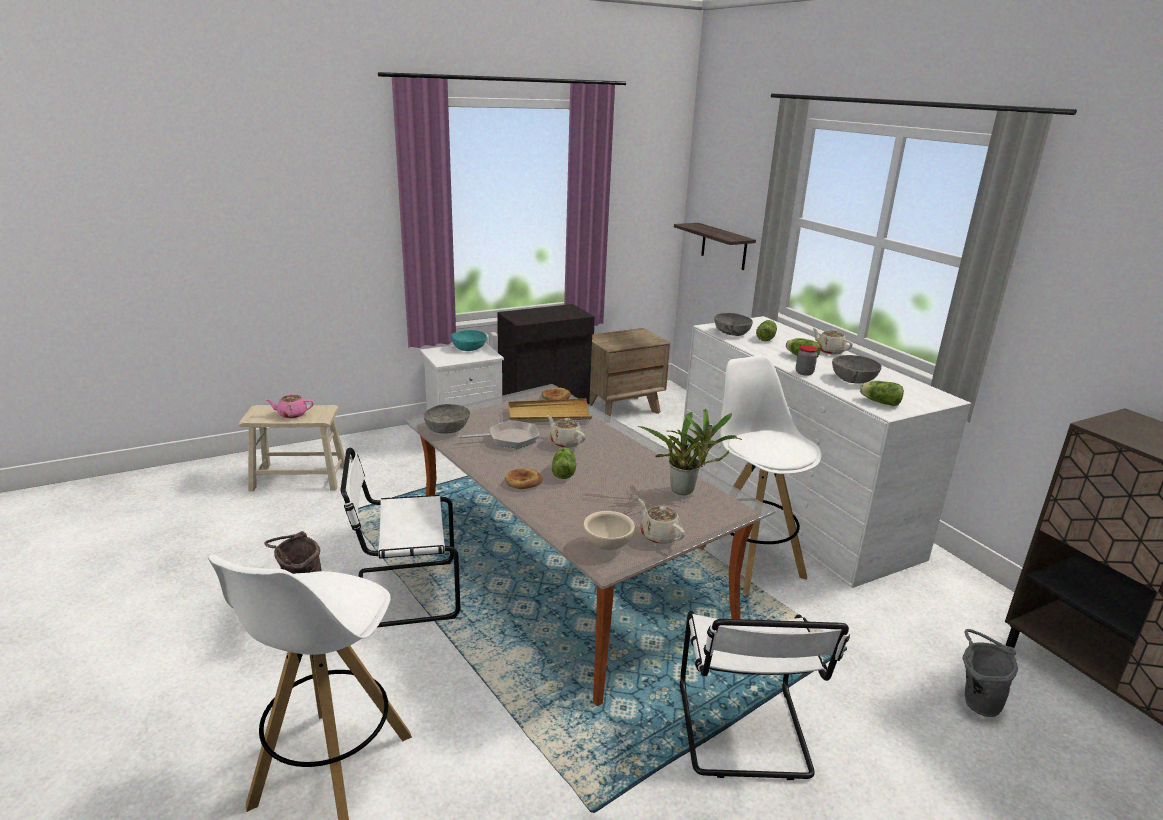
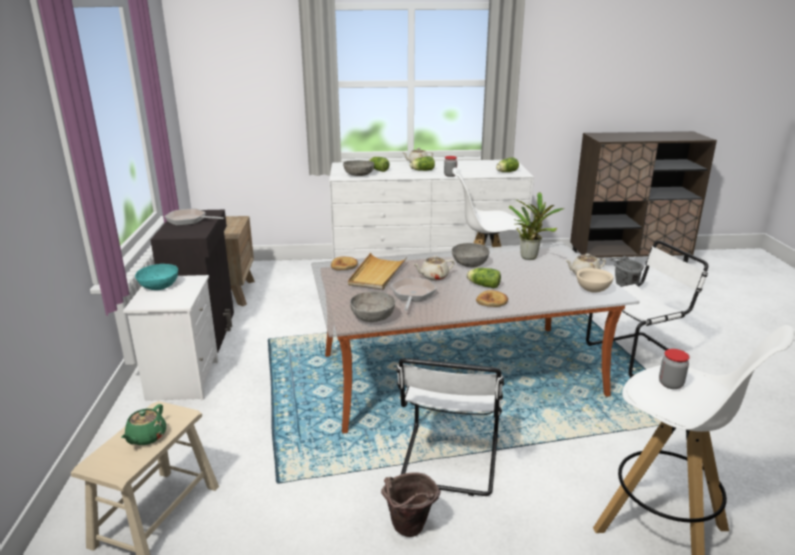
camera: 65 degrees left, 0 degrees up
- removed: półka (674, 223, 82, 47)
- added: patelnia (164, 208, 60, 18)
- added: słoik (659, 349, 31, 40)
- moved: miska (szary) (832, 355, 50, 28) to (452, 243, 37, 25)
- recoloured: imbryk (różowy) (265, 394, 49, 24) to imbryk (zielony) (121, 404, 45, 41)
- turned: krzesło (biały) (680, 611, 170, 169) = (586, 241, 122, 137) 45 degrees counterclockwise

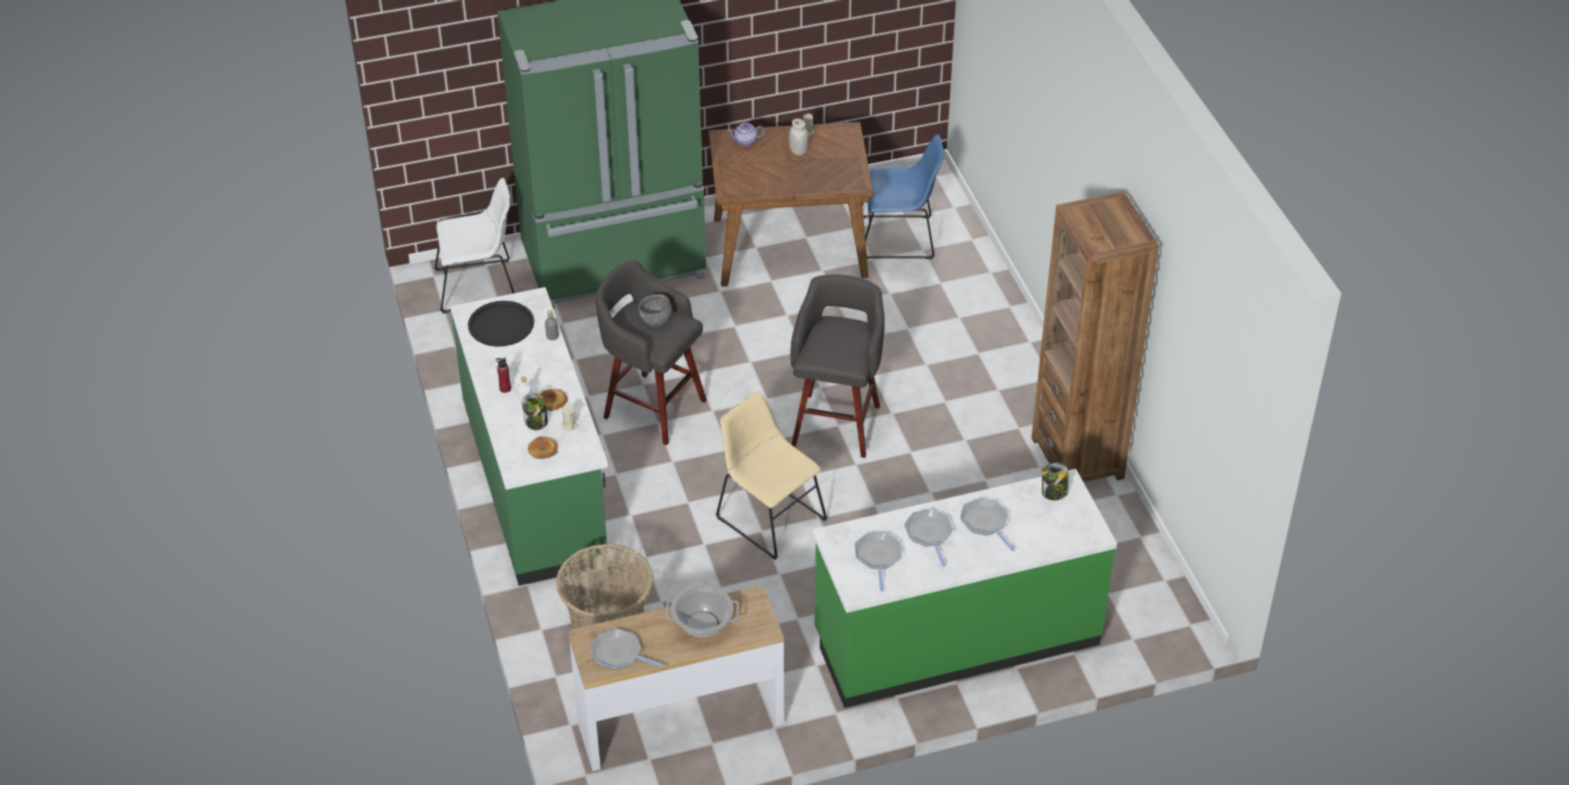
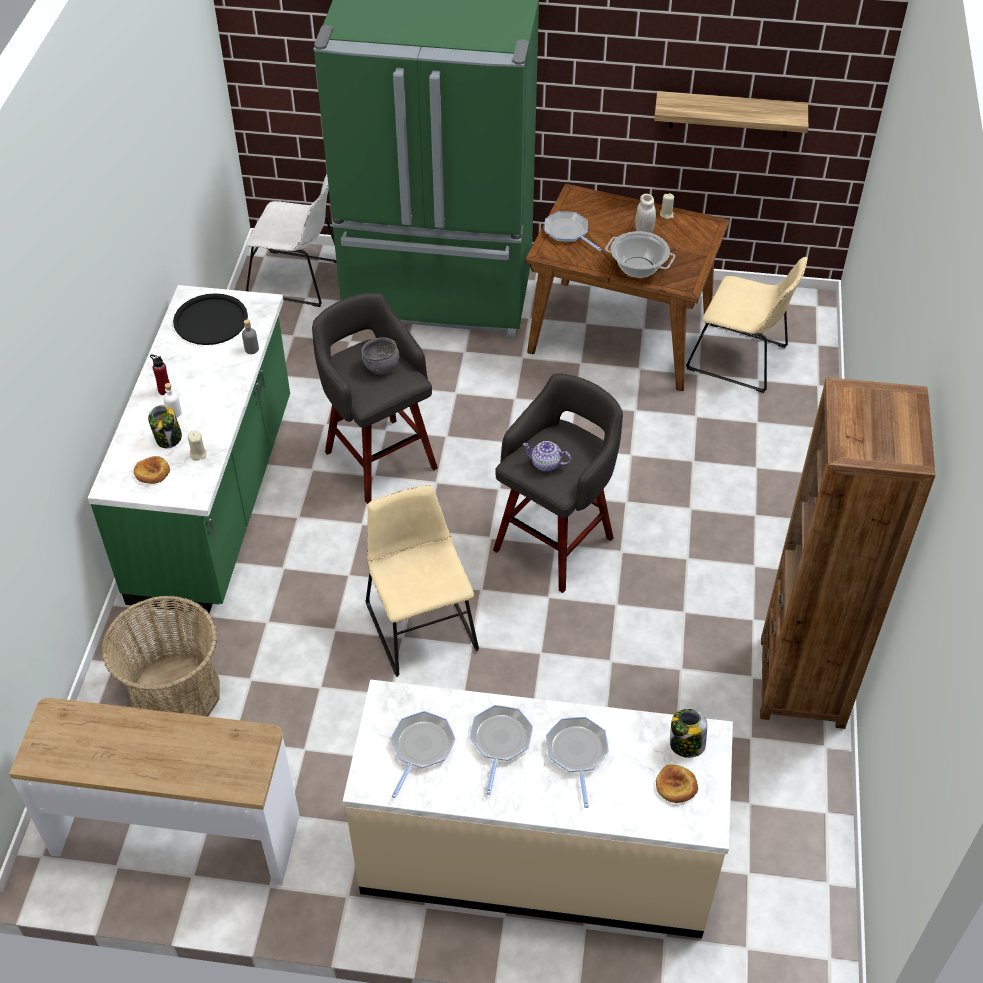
camera: 25 degrees right, 5 degrees up
- added: półka (654, 91, 154, 46)
- moved: chleb (540, 389, 28, 22) to (656, 764, 42, 39)
- moved: patelnia (590, 628, 76, 42) to (544, 211, 58, 40)
- moved: garnek (665, 585, 74, 52) to (605, 231, 70, 47)
- moved: imbryk (727, 123, 38, 23) to (523, 441, 48, 31)
- recoloured: zabudowa kuchenna (zielony) (813, 469, 304, 239) to zabudowa kuchenna (beżowy) (343, 680, 390, 258)
- recoloured: krzesło (niebieski) (862, 134, 82, 125) to krzesło (beżowy) (686, 257, 121, 136)

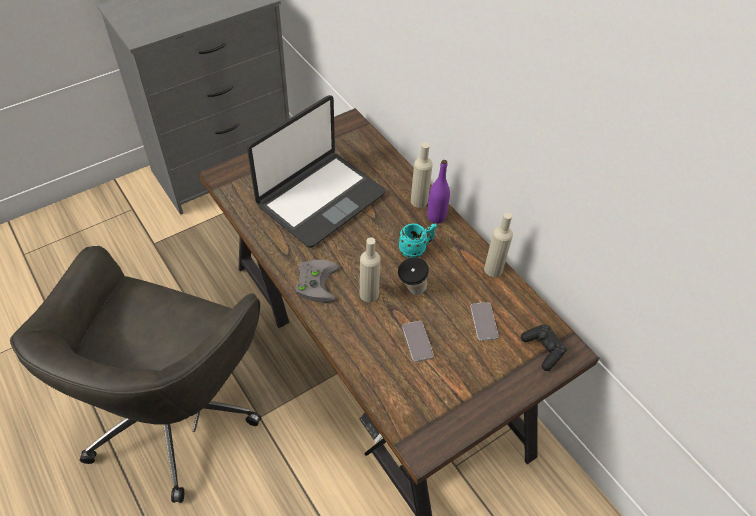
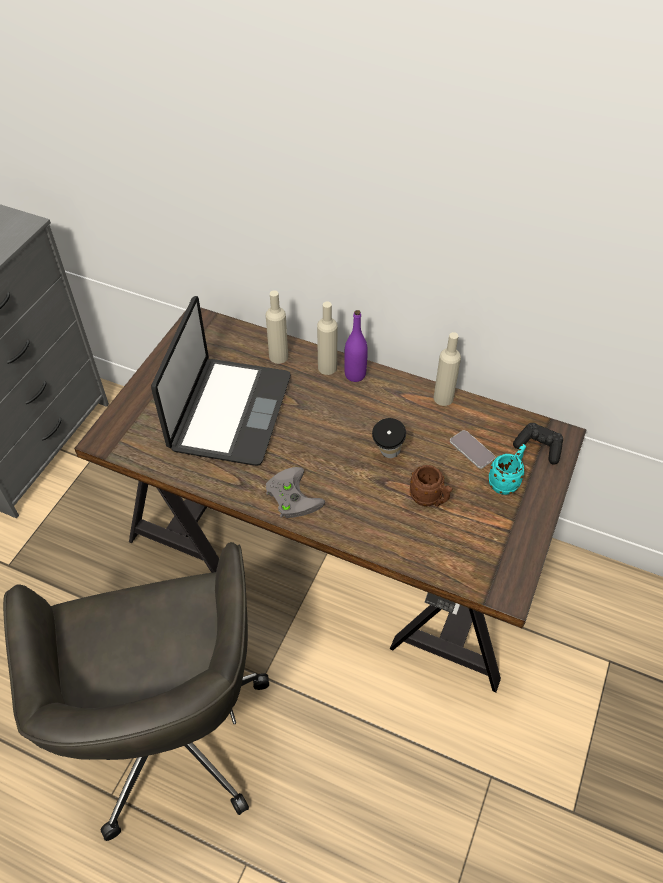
camera: 30 degrees left, 0 degrees up
- moved: butelka (beżowy) (360, 237, 21, 65) to (265, 290, 23, 74)
- moved: kubek (turkusowy) (398, 223, 39, 35) to (488, 444, 38, 51)
- replaced: telefon (402, 321, 32, 41) to kubek (brązowy) (410, 465, 42, 42)

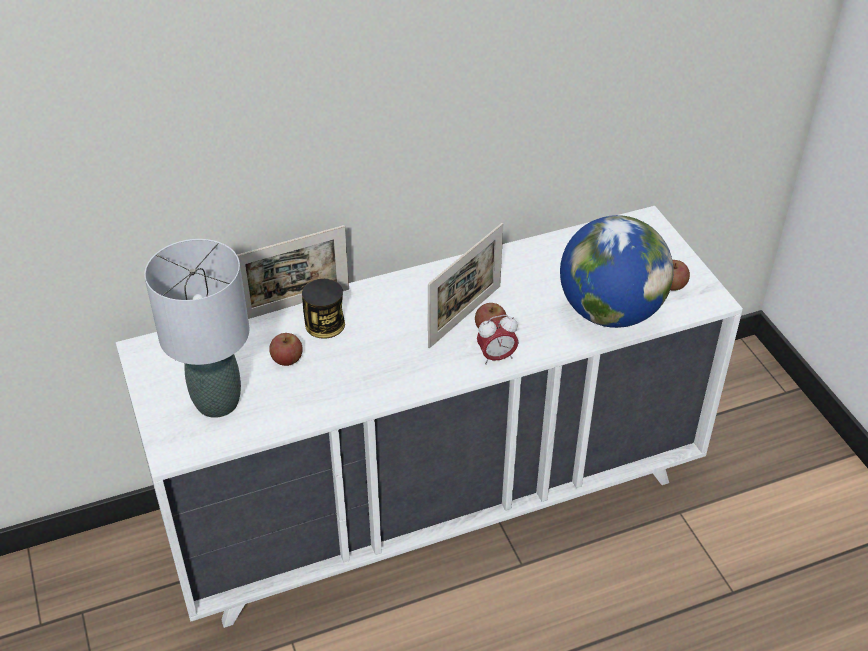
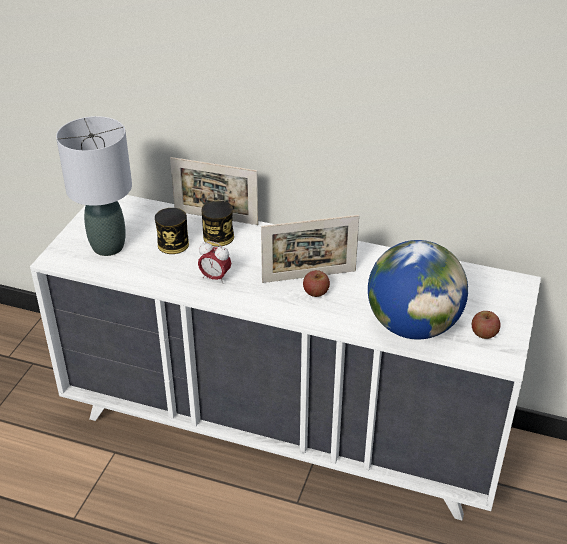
camera: 40 degrees right, 5 degrees down
- moved: budzik (477, 315, 42, 50) to (198, 241, 33, 43)
- replaced: jabłko (269, 333, 34, 33) to puszka (155, 208, 34, 46)

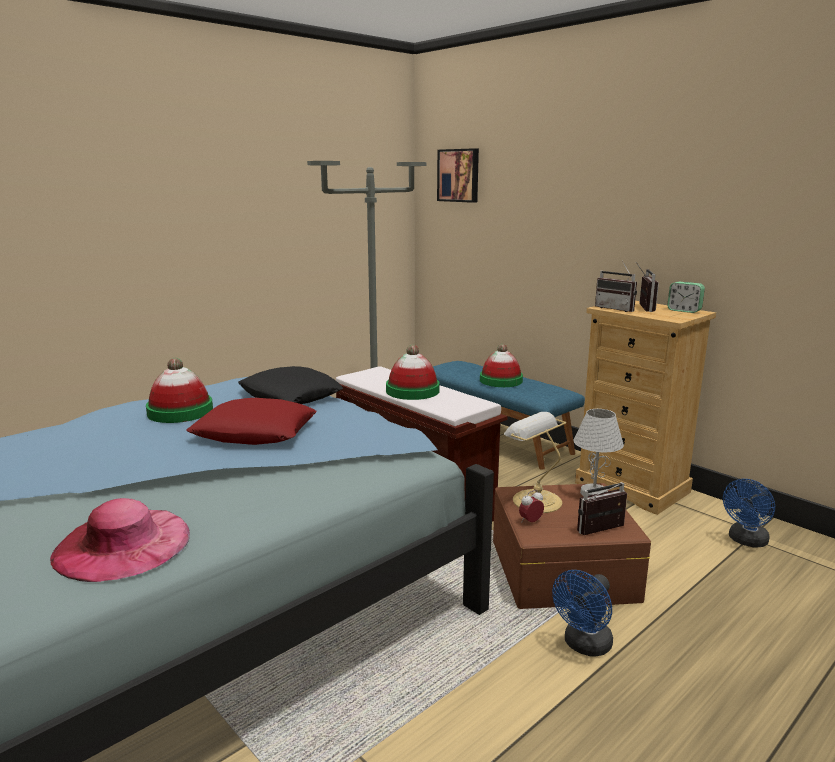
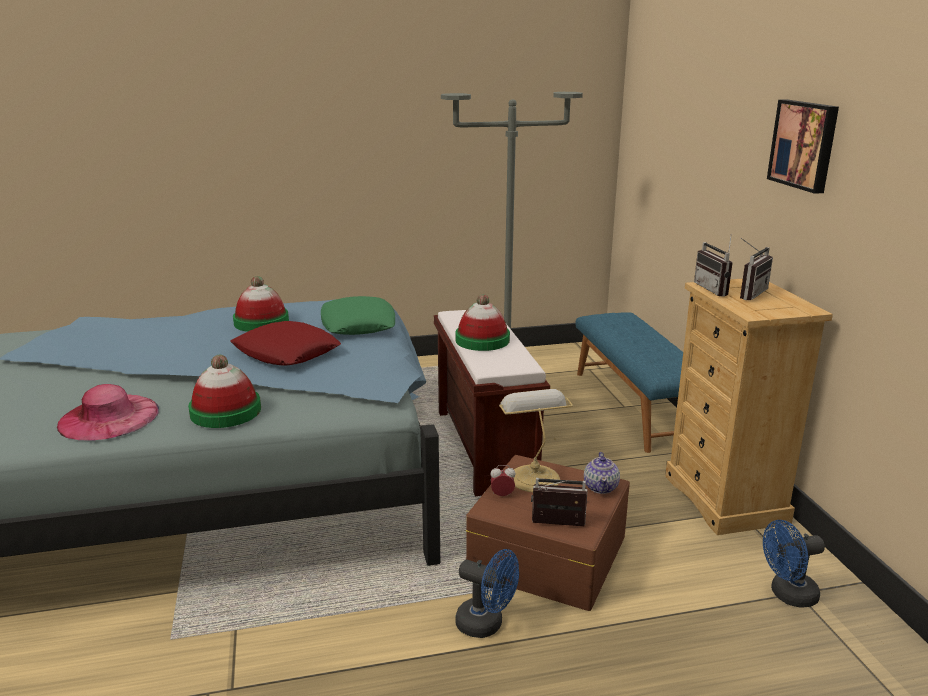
camera: 30 degrees right, 5 degrees up
- removed: budzik (667, 282, 38, 31)
- moved: obraz (437, 148, 42, 55) to (767, 99, 72, 95)
- moved: kapelusz (480, 344, 43, 43) to (188, 355, 73, 73)
- replaced: lampa stołowa (biały) (574, 409, 50, 87) to imbryk (584, 452, 36, 42)
- recoloured: poduszka (czarny) (238, 366, 105, 38) to poduszka (zielony) (321, 296, 74, 39)
- turned: wentylator (niebieski) (552, 570, 61, 87) = (455, 549, 64, 89) 135 degrees counterclockwise

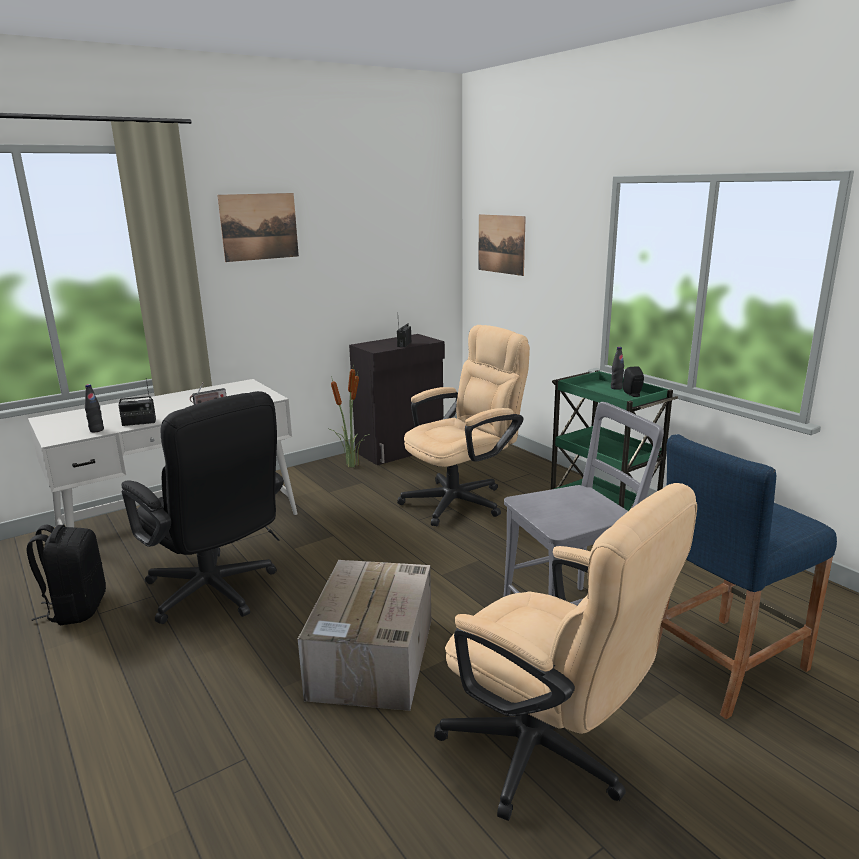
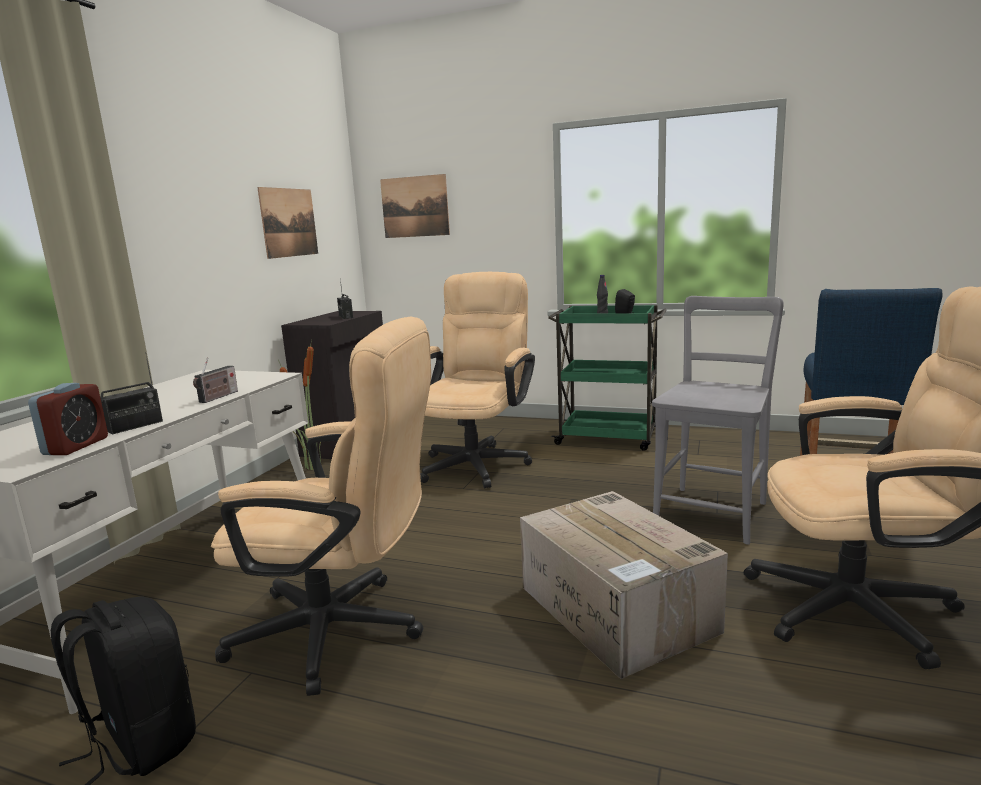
camera: 35 degrees left, 5 degrees down
- moved: obraz (217, 193, 82, 69) to (257, 187, 61, 72)
- replaced: butelka (czarny) (85, 384, 19, 48) to budzik (28, 383, 80, 72)
- recoloured: krzesło biurowe (czarny) (122, 391, 162, 233) to krzesło biurowe (beżowy) (211, 317, 220, 379)

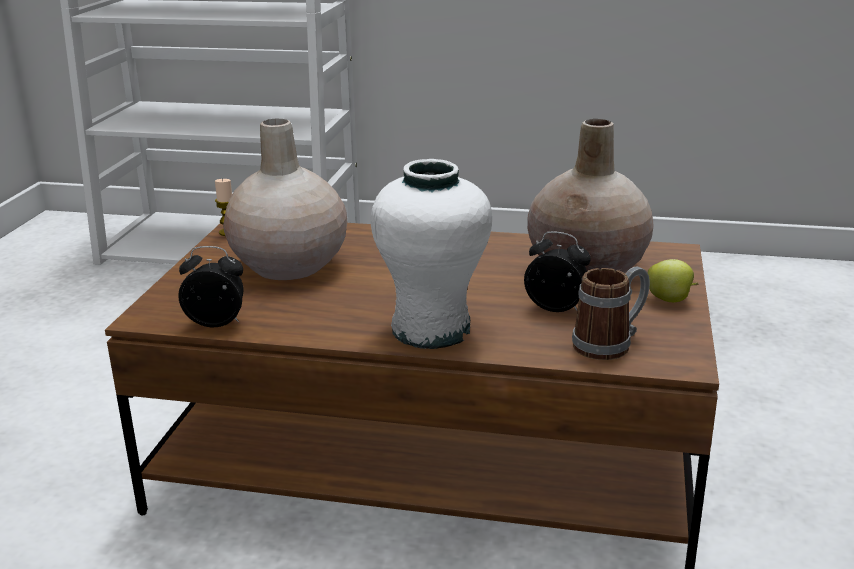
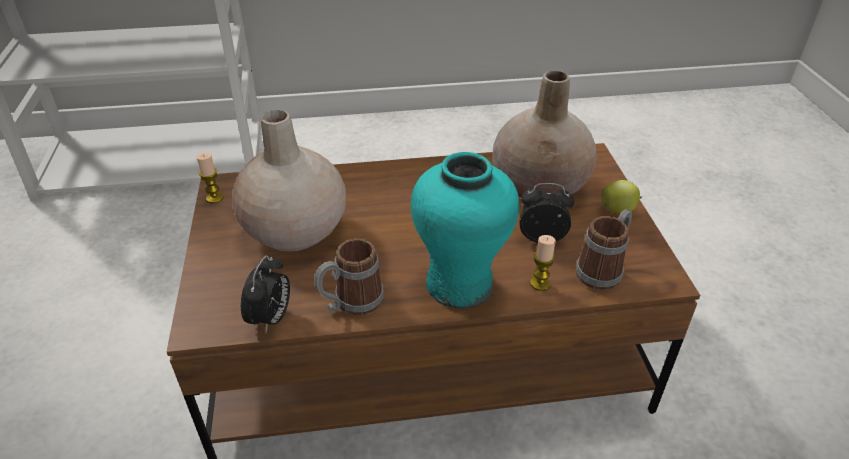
camera: 20 degrees left, 15 degrees up
- added: kubek (314, 239, 70, 76)
- added: świeca (530, 235, 26, 56)
- recoloured: wazon (biały) (371, 159, 121, 190) to wazon (turkusowy) (411, 152, 108, 157)
- turned: budzik (178, 246, 65, 81) = (241, 255, 49, 78) 120 degrees clockwise

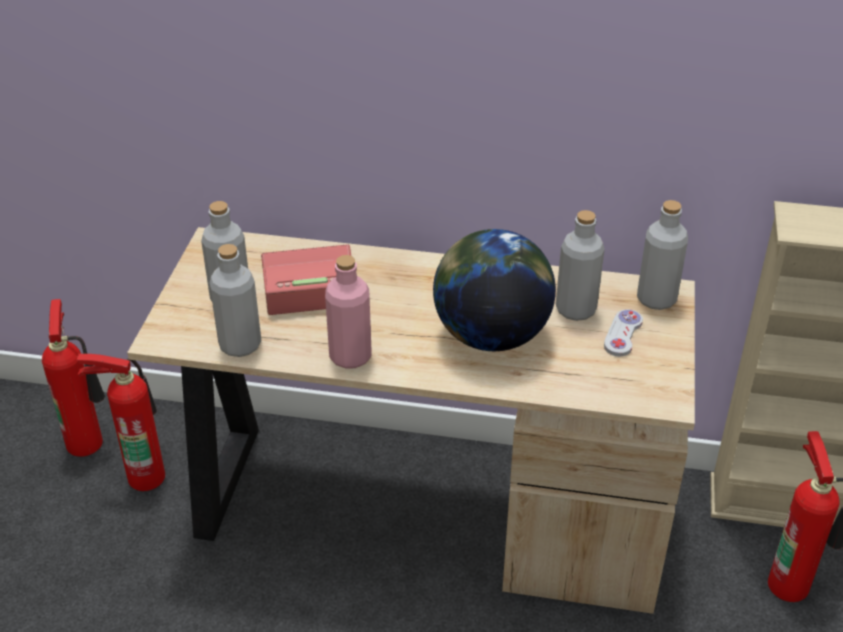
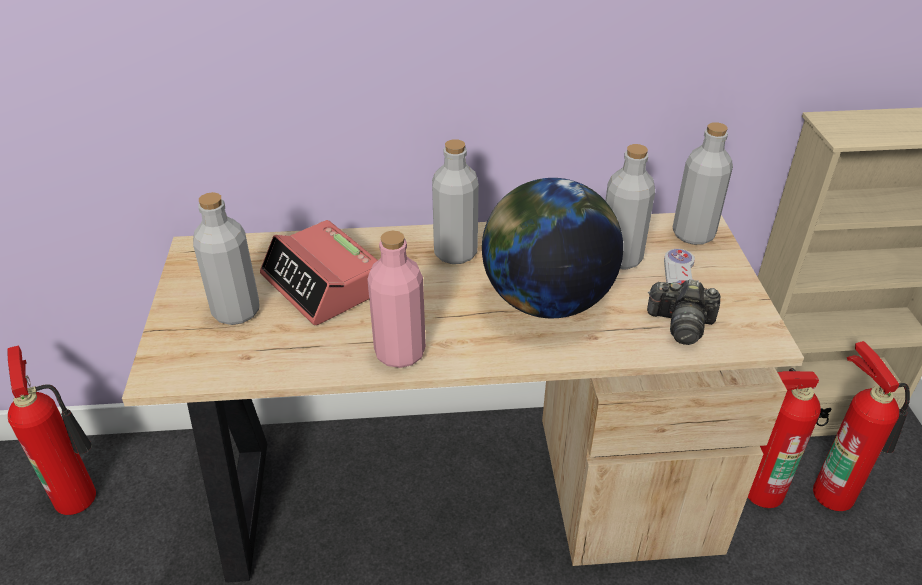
camera: 15 degrees left, 0 degrees up
- added: aparat fotograficzny (647, 279, 73, 66)
- moved: gaśnica (77, 354, 88, 137) to (747, 368, 74, 140)
- moved: butelka (szary) (209, 244, 52, 113) to (432, 139, 47, 125)
- turned: budzik (261, 244, 90, 71) = (260, 220, 118, 105) 105 degrees counterclockwise

